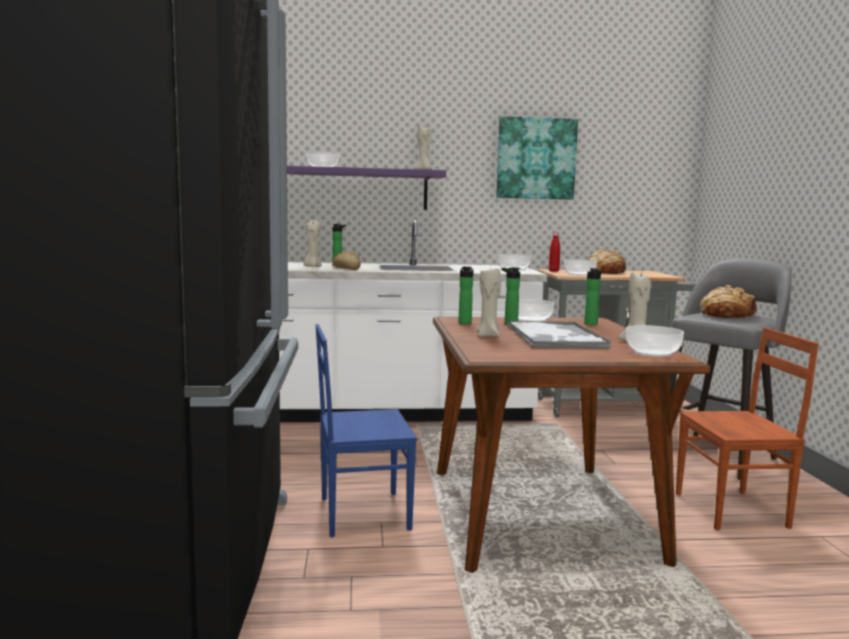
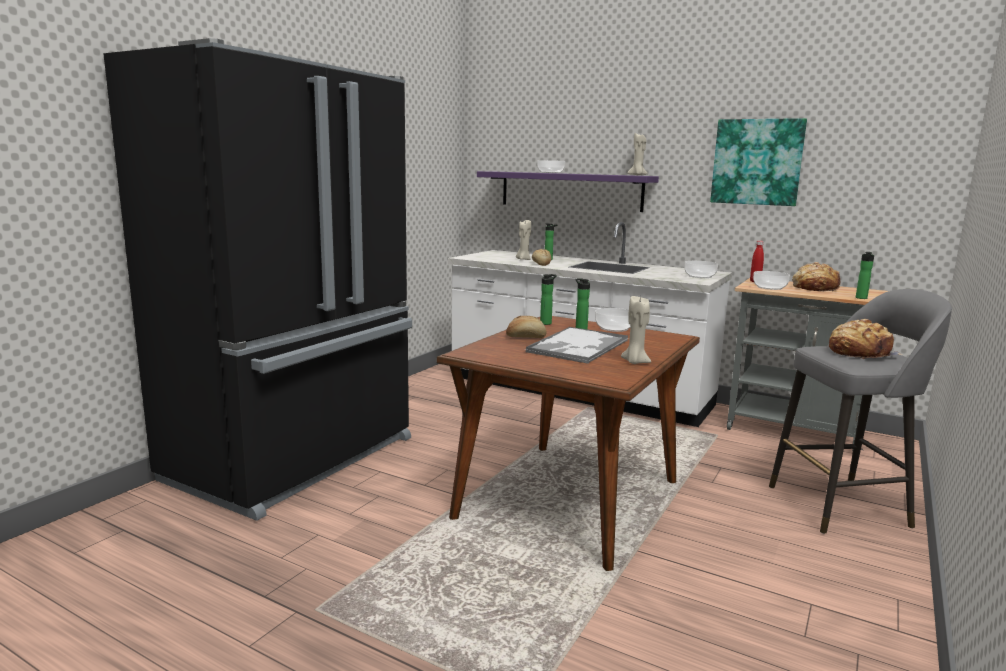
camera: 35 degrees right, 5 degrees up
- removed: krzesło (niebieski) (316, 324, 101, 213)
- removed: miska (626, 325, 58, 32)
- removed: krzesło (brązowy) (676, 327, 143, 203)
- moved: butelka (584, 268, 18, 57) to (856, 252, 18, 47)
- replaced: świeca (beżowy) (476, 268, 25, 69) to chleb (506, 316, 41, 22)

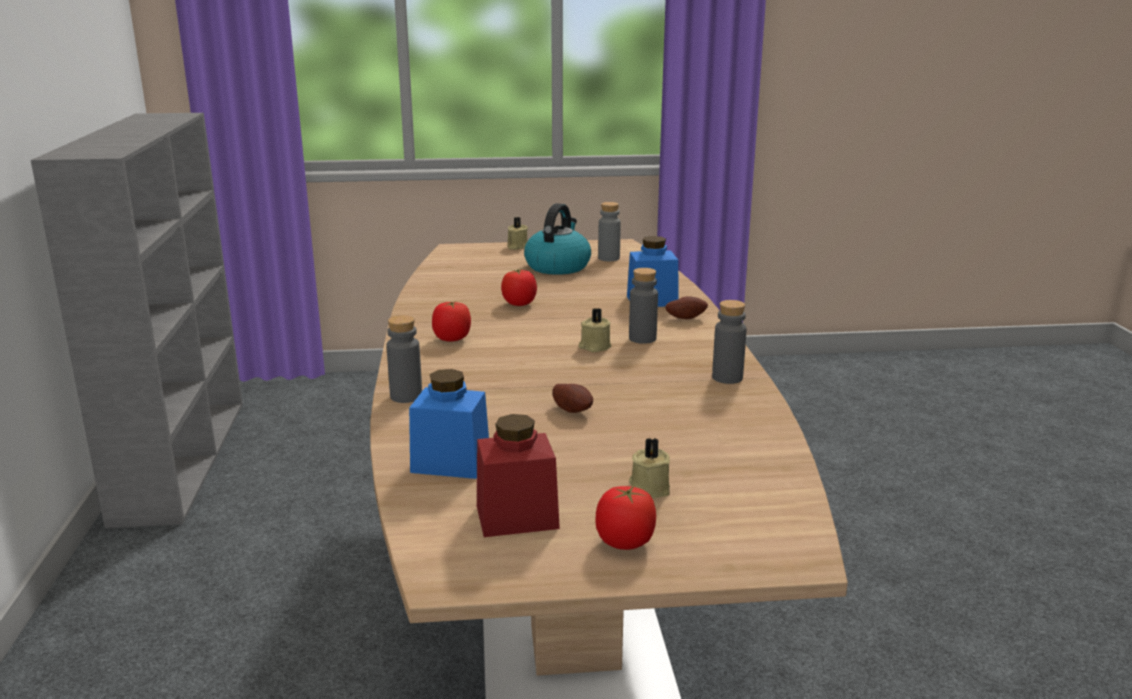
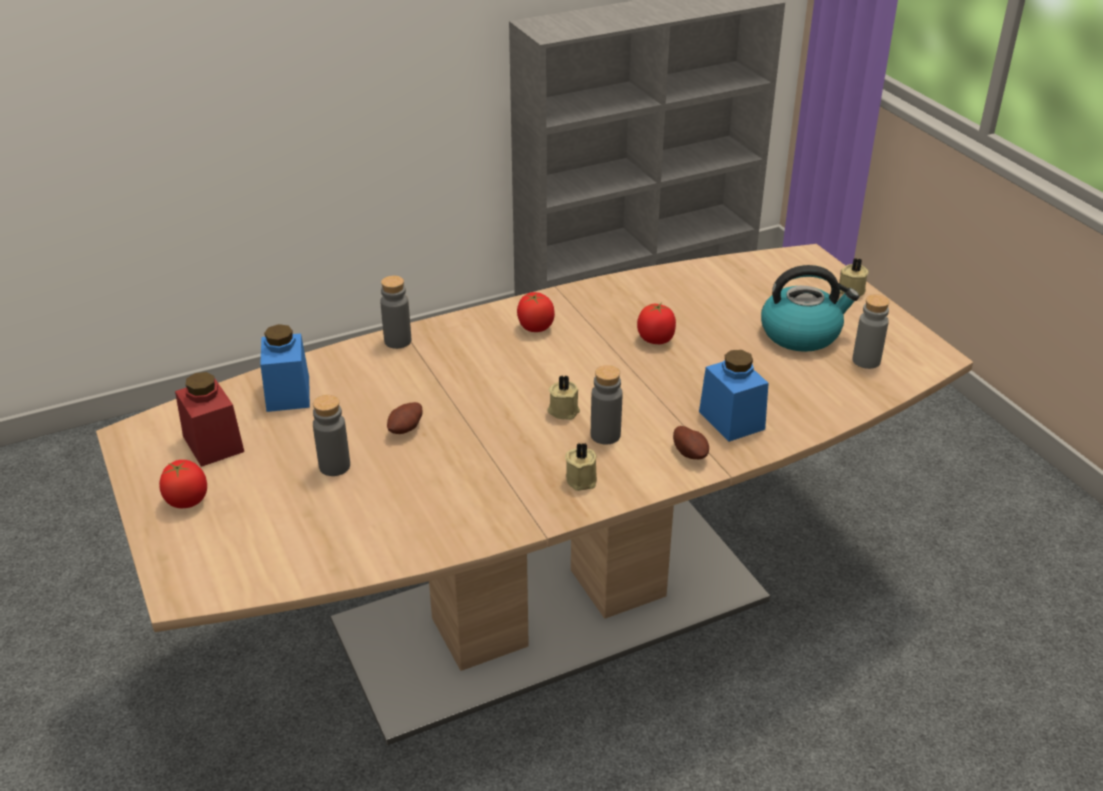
camera: 70 degrees right, 15 degrees up
- moved: świeca (beżowy) (629, 437, 41, 61) to (565, 442, 32, 49)
- moved: butelka (szary) (712, 300, 35, 84) to (313, 395, 37, 81)

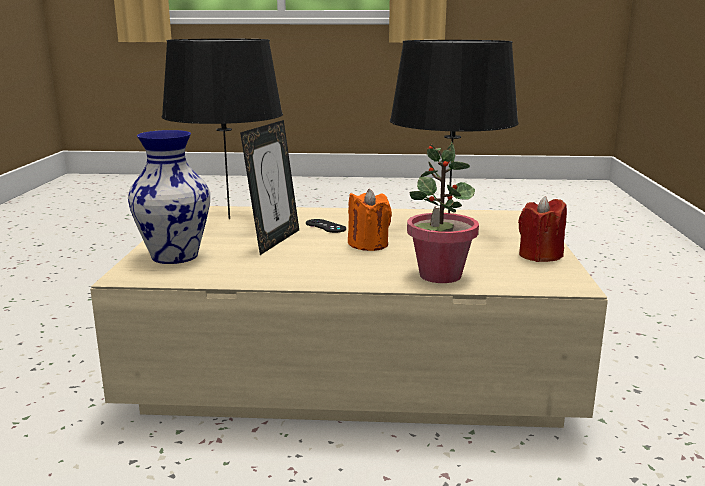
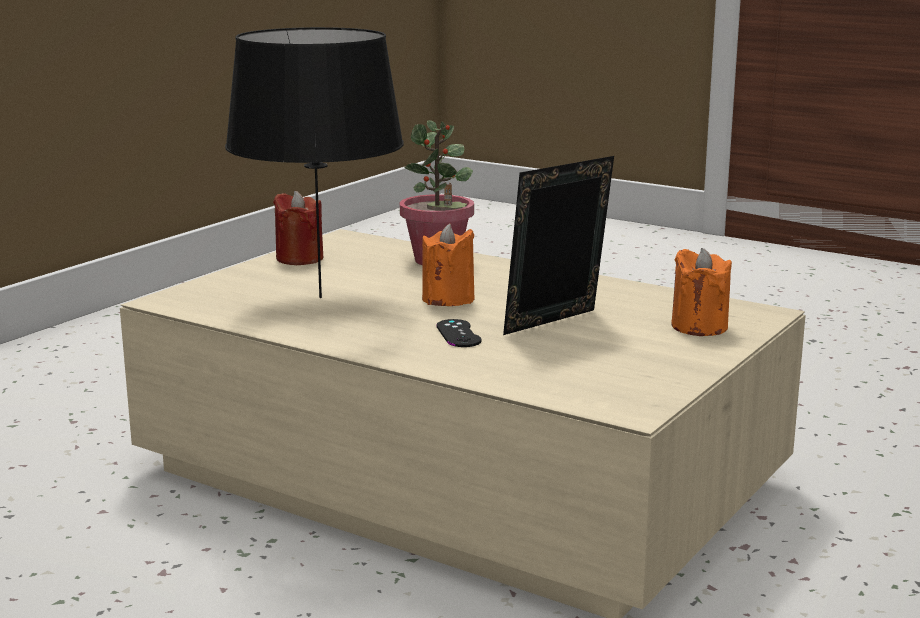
camera: 150 degrees left, 0 degrees up
- removed: lampa stołowa (czarny) (162, 39, 121, 180)
- replaced: wazon (128, 130, 82, 134) to świeca (pomarańczowy) (671, 248, 61, 88)

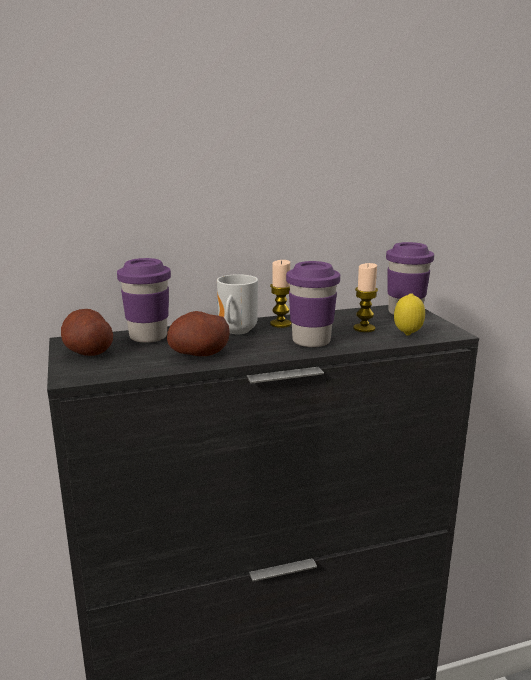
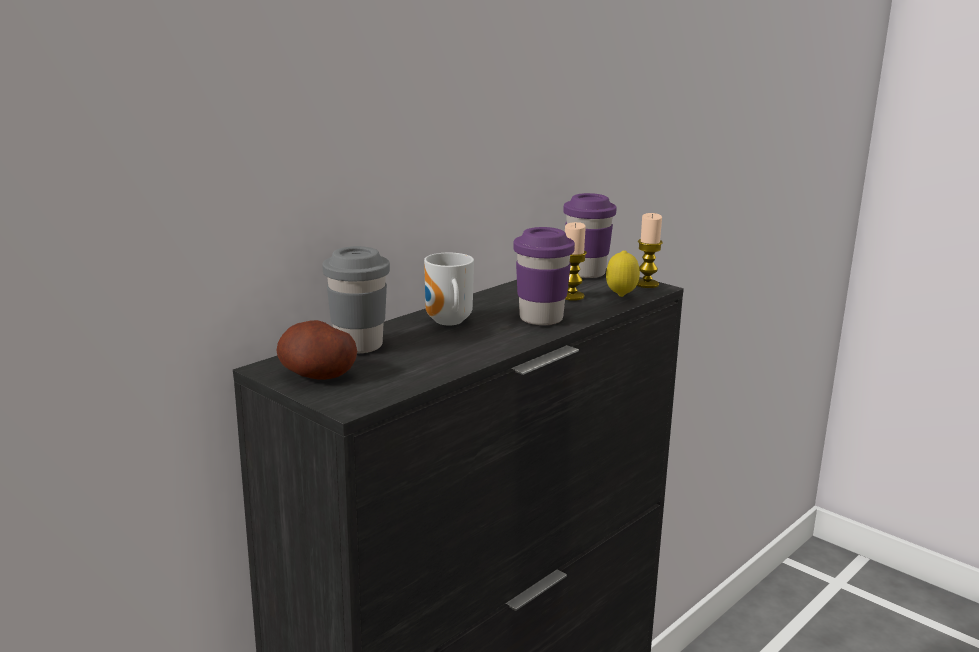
camera: 30 degrees left, 0 degrees up
- removed: ziemniak (167, 311, 63, 45)
- moved: świeca (270, 260, 21, 68) to (637, 213, 26, 75)
- recoloured: filiżanka (fioletowy) (117, 258, 54, 85) to filiżanka (szary) (322, 246, 68, 108)

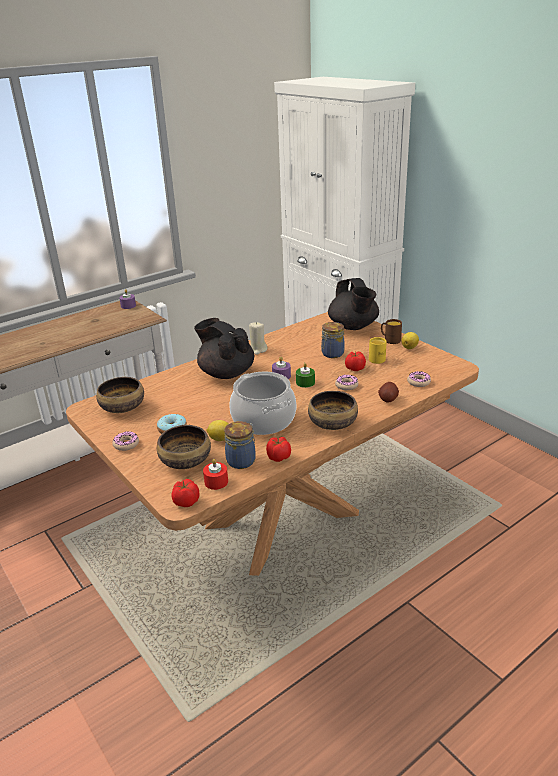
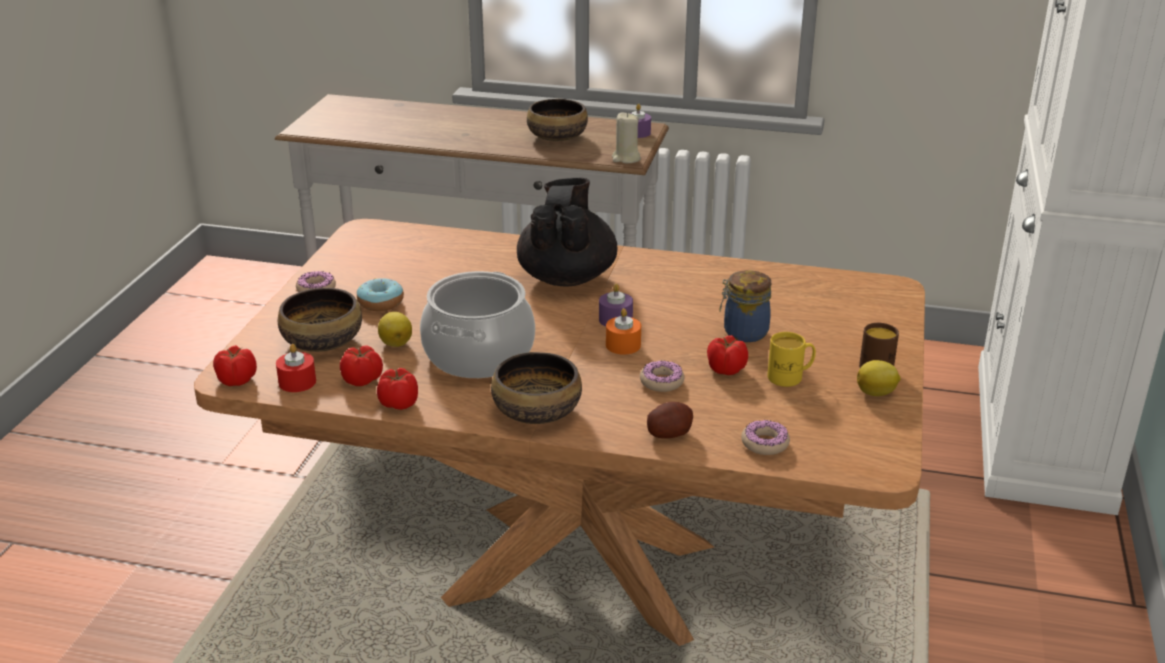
camera: 50 degrees right, 0 degrees up
- removed: imbryk (czarny) (328, 278, 51, 52)
- moved: miska (96, 377, 48, 36) to (527, 99, 61, 42)
- moved: świeca (beżowy) (249, 322, 19, 33) to (612, 112, 29, 51)
- replaced: słoik (224, 421, 32, 48) to pomidor (340, 345, 43, 41)
- recoloured: świeca (zielony) (296, 363, 19, 25) to świeca (pomarańczowy) (606, 308, 35, 46)

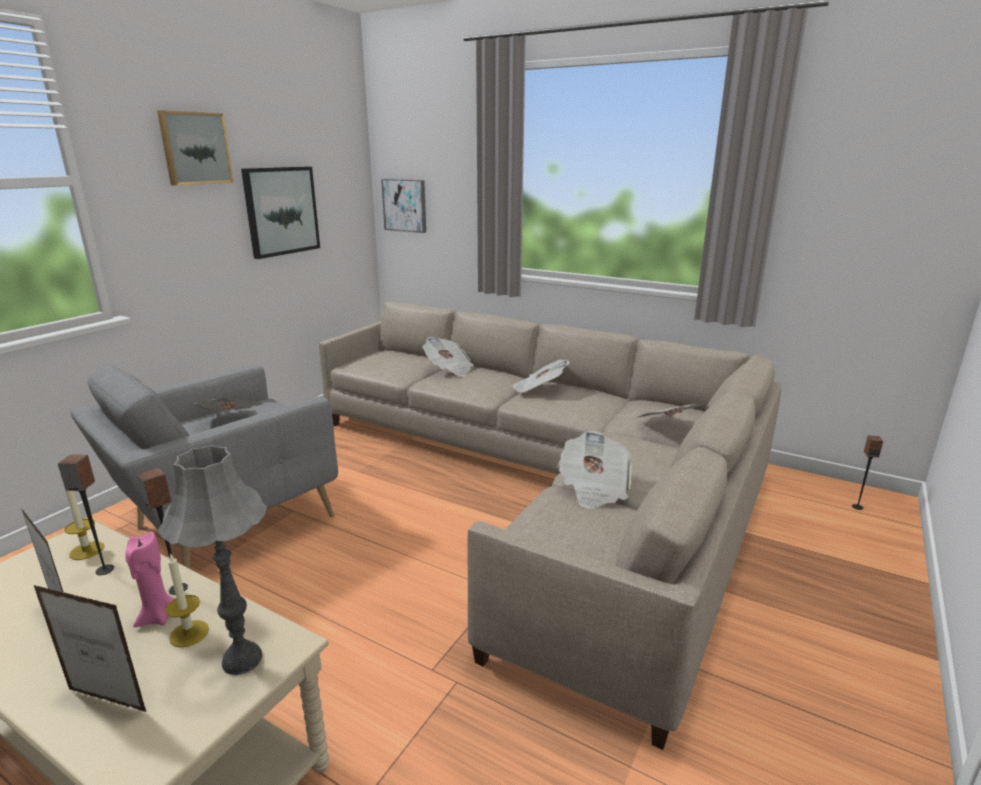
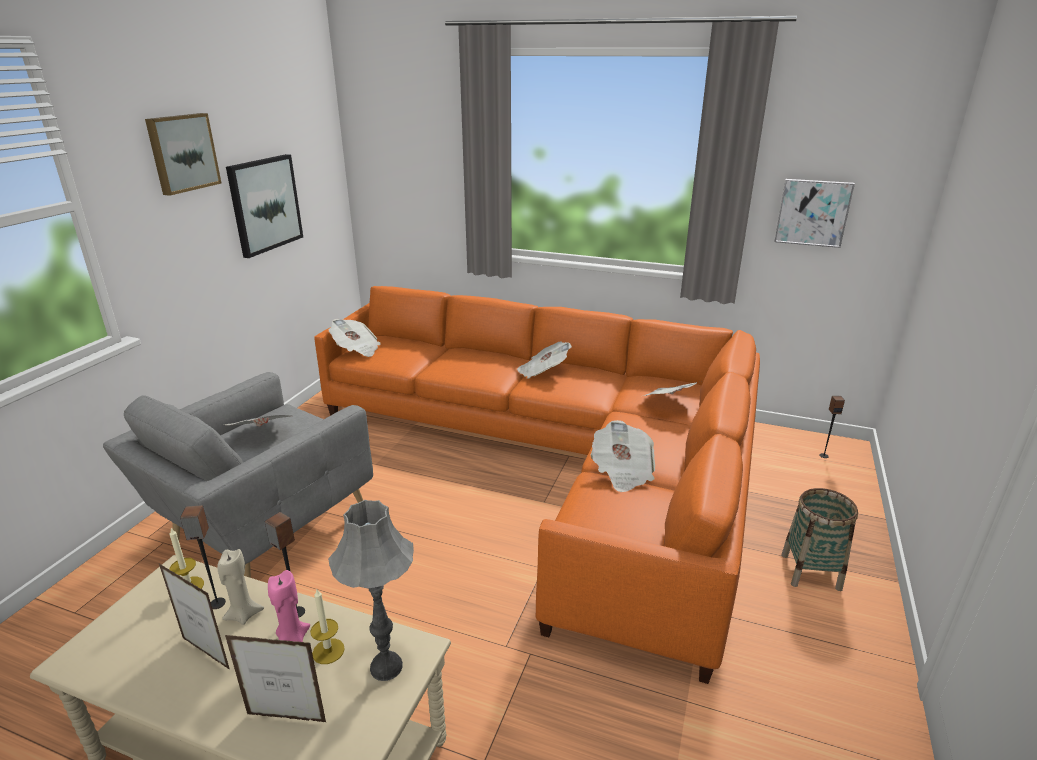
camera: 10 degrees left, 5 degrees up
- added: świeca (beżowy) (217, 549, 47, 76)
- added: koszyk (782, 488, 76, 103)
- moved: obraz (381, 179, 45, 54) to (774, 179, 81, 69)
- moved: gazeta (423, 337, 51, 40) to (329, 319, 52, 38)
- recoloured: kanapa (beżowy) (319, 302, 463, 448) to kanapa (pomarańczowy) (314, 286, 446, 398)

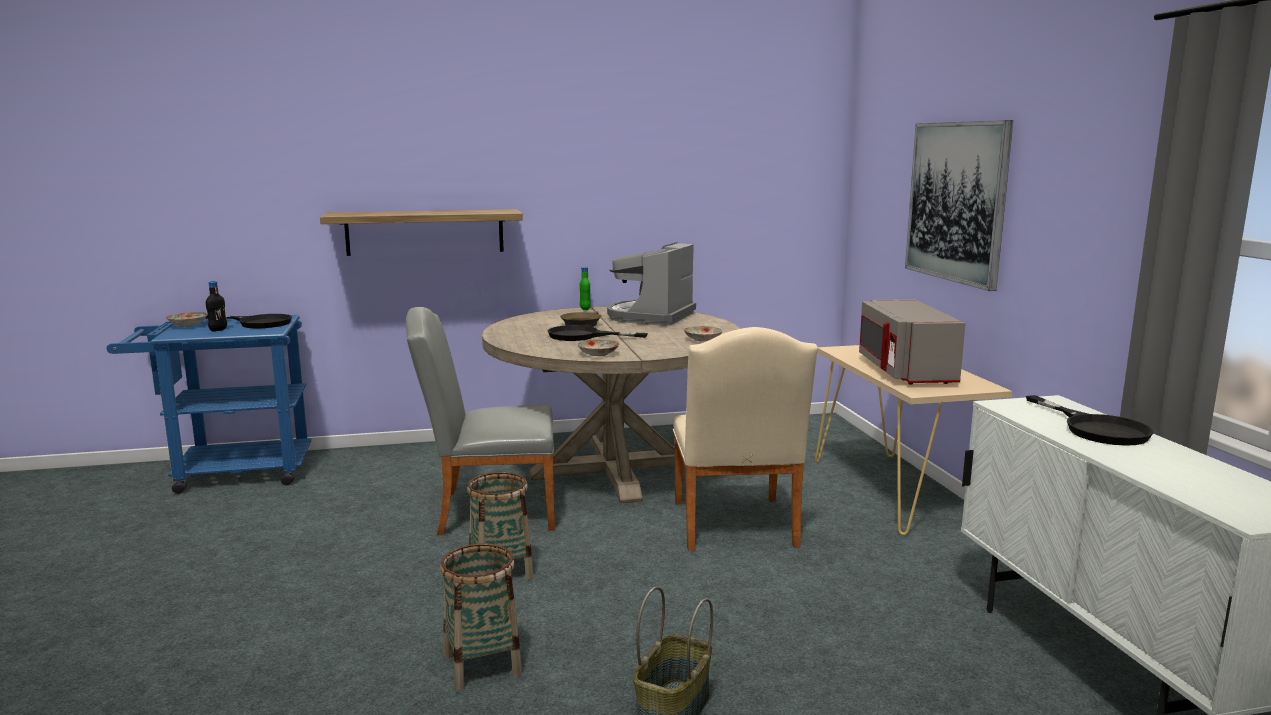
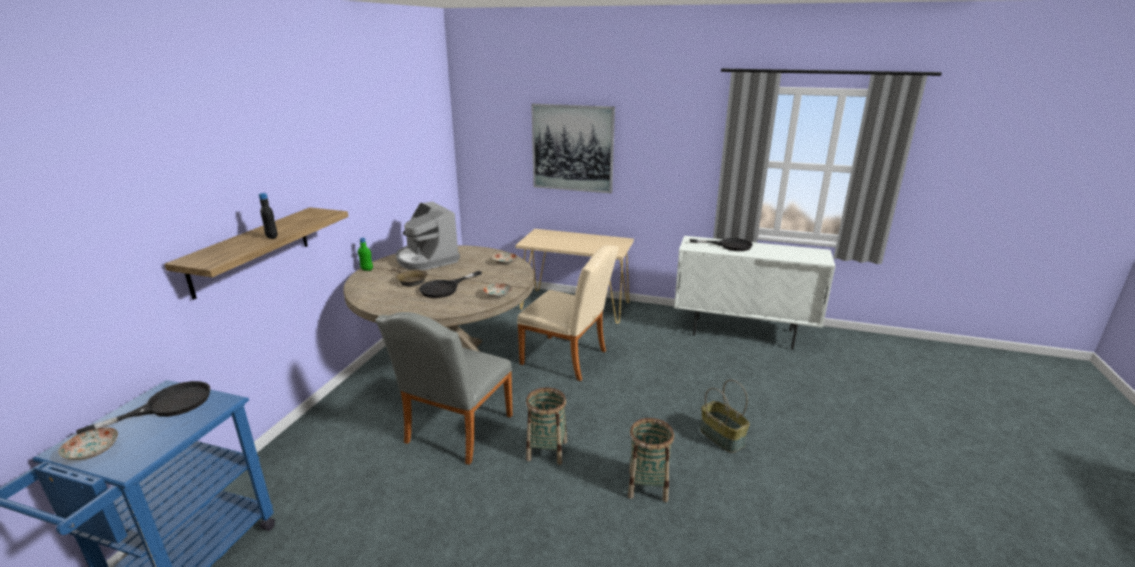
camera: 60 degrees left, 10 degrees up
- removed: mikrofalówka (szary) (859, 299, 107, 86)
- moved: butelka (czarny) (206, 281, 21, 51) to (259, 193, 18, 46)

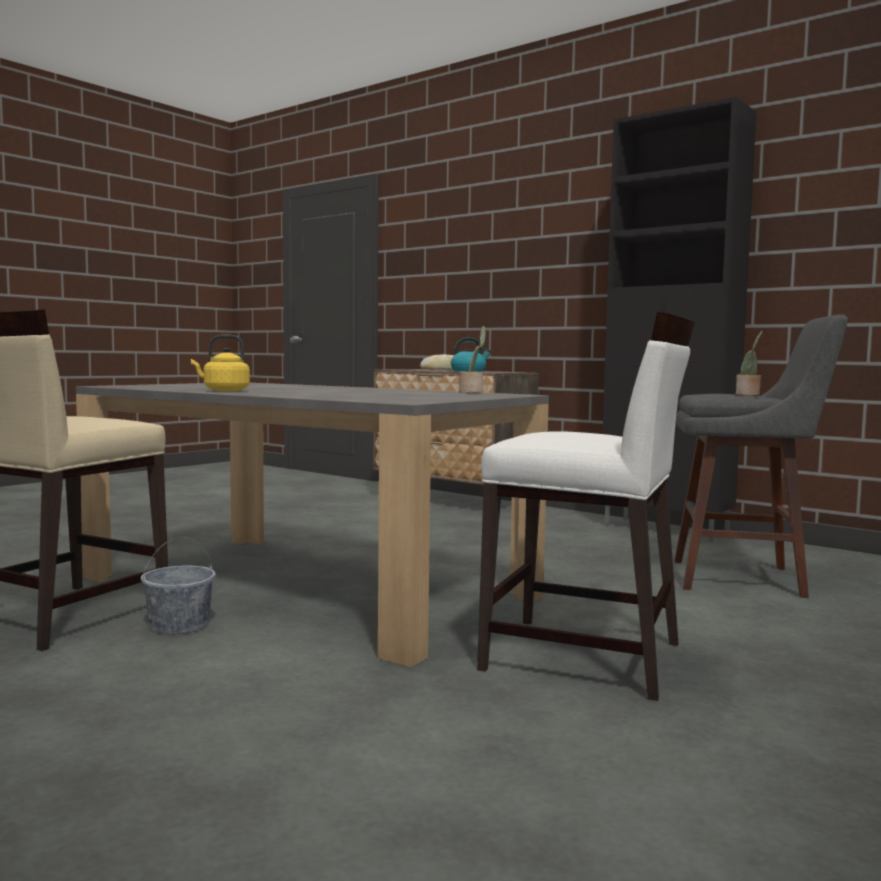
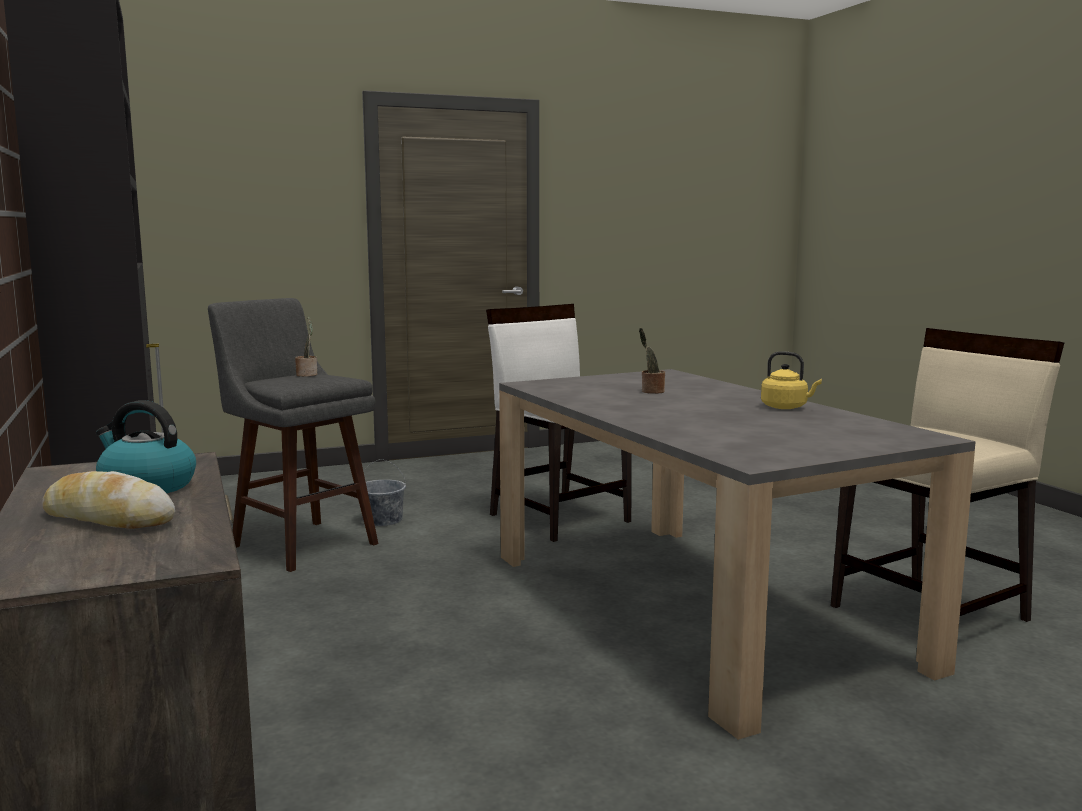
camera: 150 degrees left, 5 degrees up
- moved: wiadro (szary) (141, 536, 75, 98) to (362, 459, 44, 67)
- moved: roślina doniczkowa (459, 326, 27, 67) to (639, 328, 26, 66)

